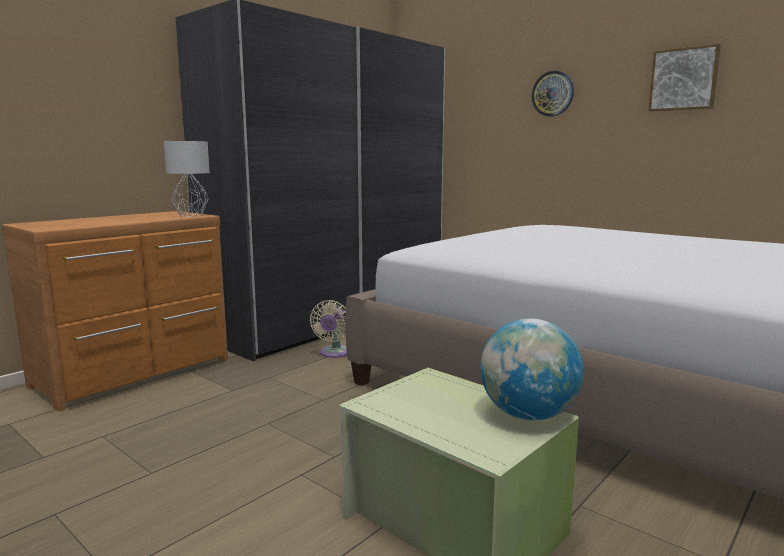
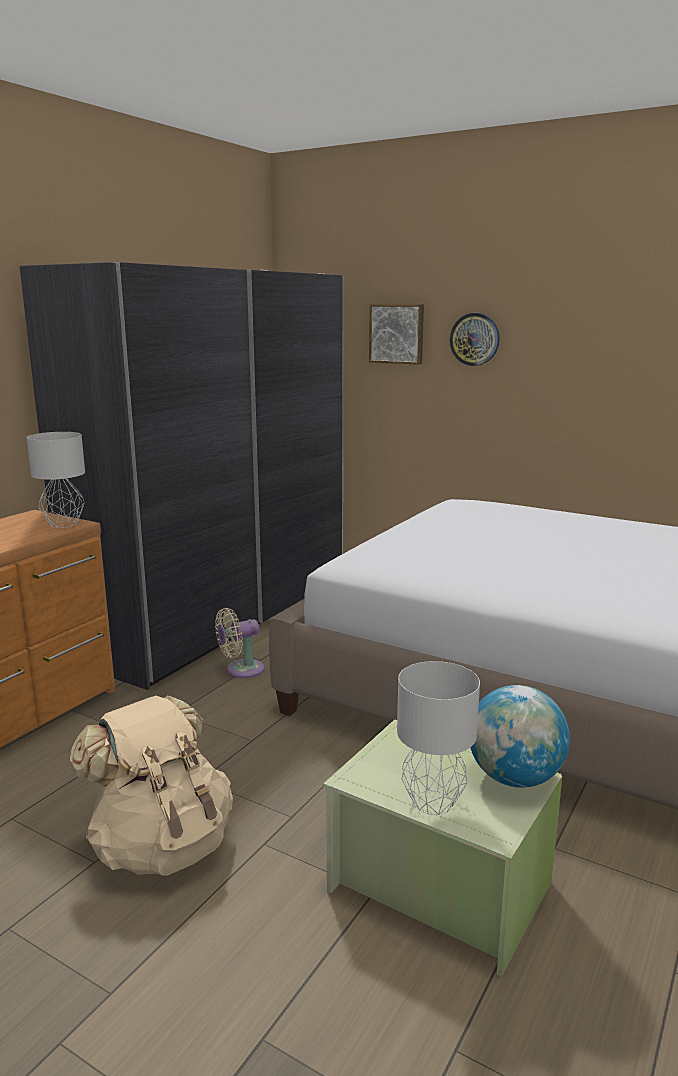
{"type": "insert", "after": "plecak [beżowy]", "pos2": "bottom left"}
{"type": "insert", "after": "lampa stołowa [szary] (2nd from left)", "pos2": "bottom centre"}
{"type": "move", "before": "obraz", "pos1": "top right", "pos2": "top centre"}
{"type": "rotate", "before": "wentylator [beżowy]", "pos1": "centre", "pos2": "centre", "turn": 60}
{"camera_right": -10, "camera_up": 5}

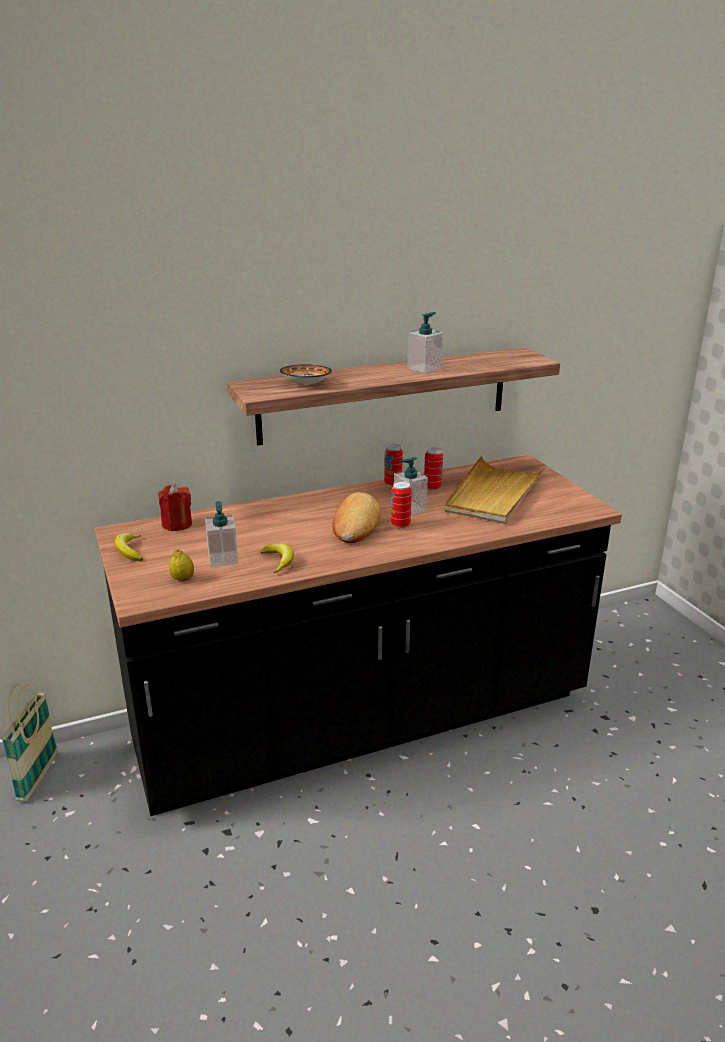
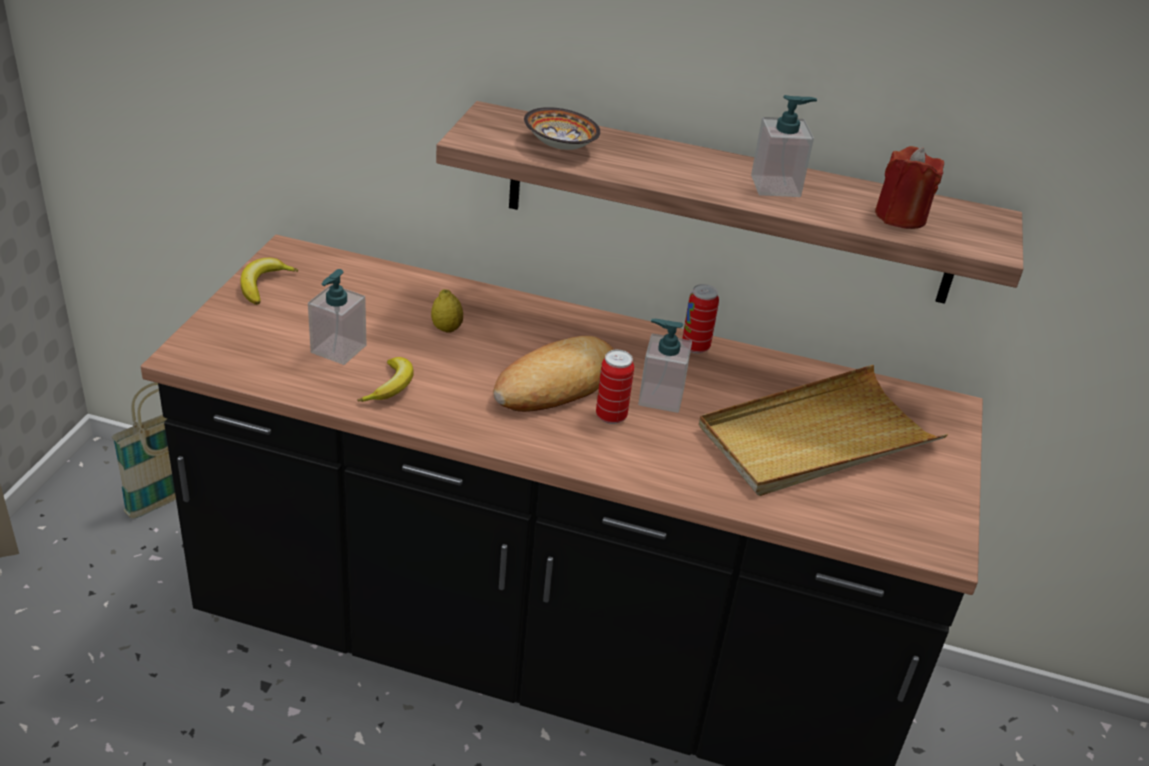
{"type": "delete", "before": "puszka (3rd from left)", "pos1": "centre"}
{"type": "move", "before": "świeca [czerwony]", "pos1": "middle left", "pos2": "top right"}
{"type": "move", "before": "cytryna", "pos1": "middle left", "pos2": "centre"}
{"camera_right": 35, "camera_up": 10}

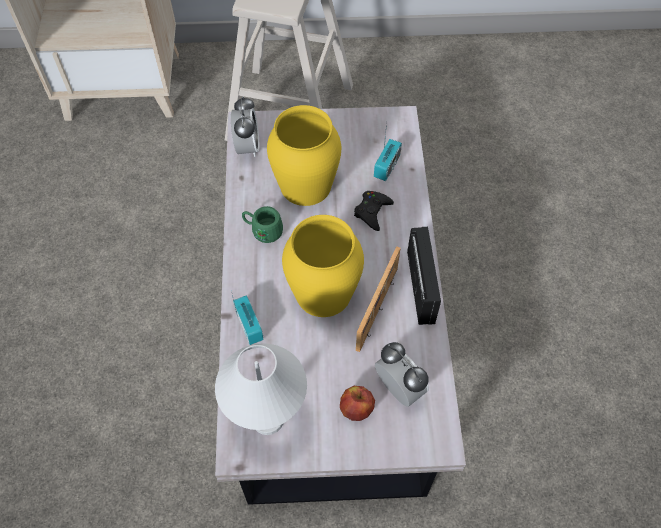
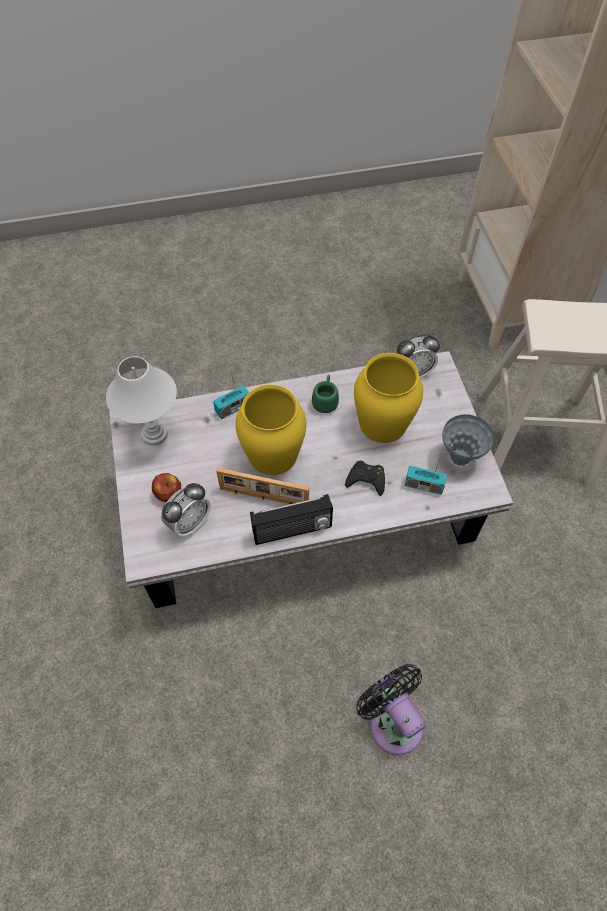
{"type": "insert", "after": "wentylator [czarny]", "pos2": "bottom centre"}
{"type": "insert", "after": "wazon [szary]", "pos2": "middle right"}
{"camera_right": 80, "camera_up": 0}

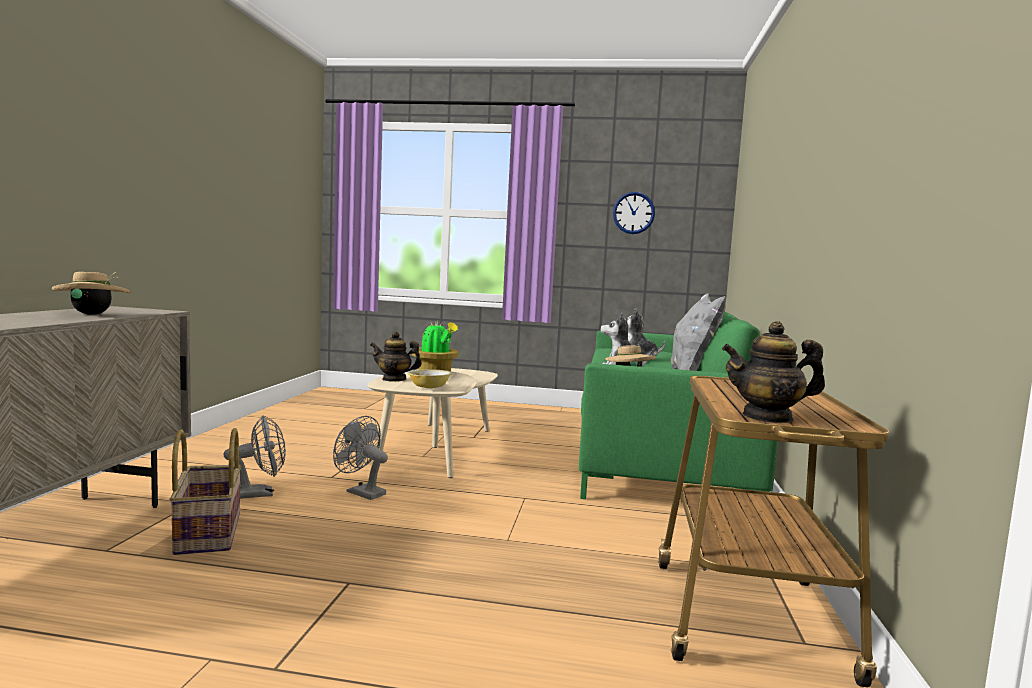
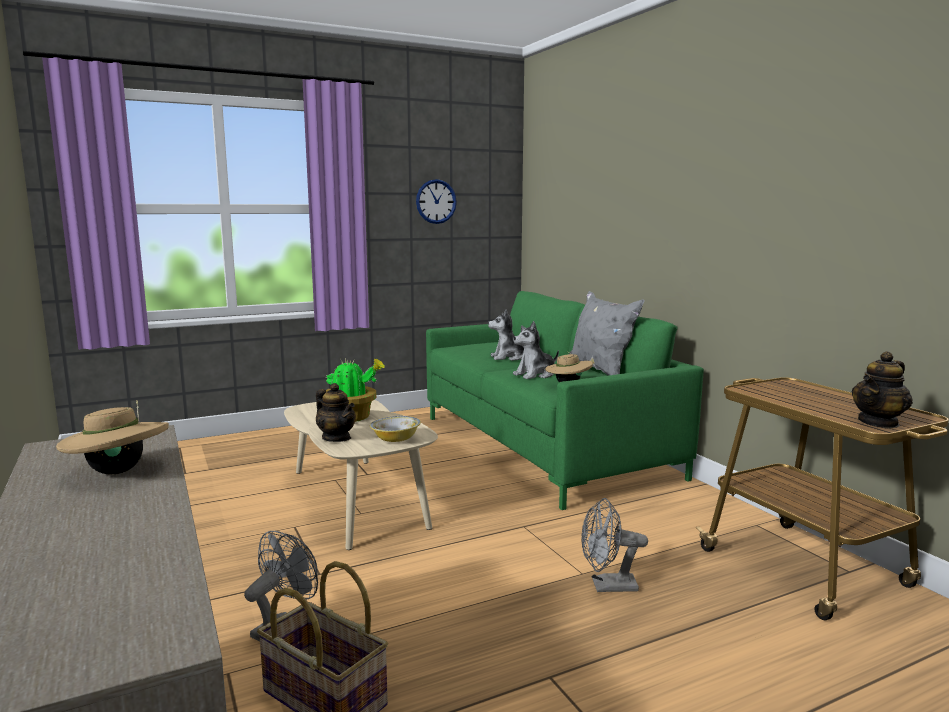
{"type": "move", "before": "wentylator [szary] (2nd from left)", "pos1": "centre", "pos2": "bottom centre"}
{"type": "rotate", "before": "imbryk (1st from left)", "pos1": "centre", "pos2": "centre", "turn": -105}
{"camera_right": -35, "camera_up": 5}

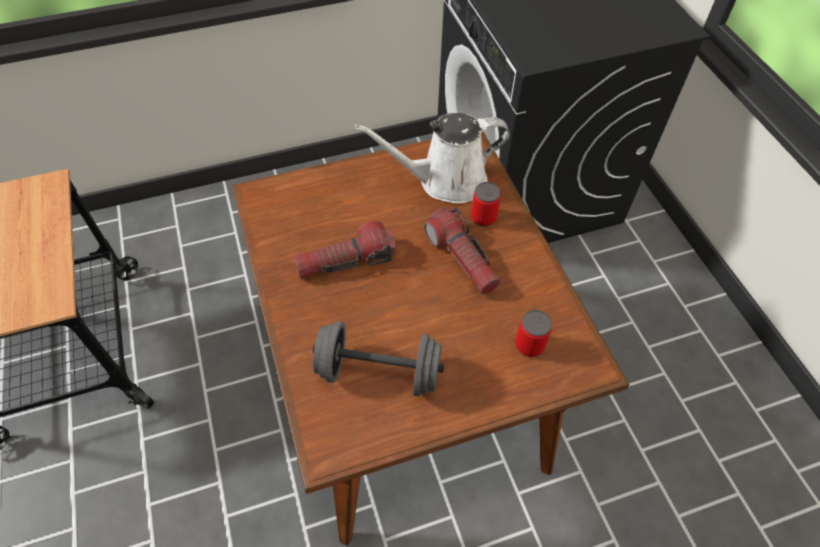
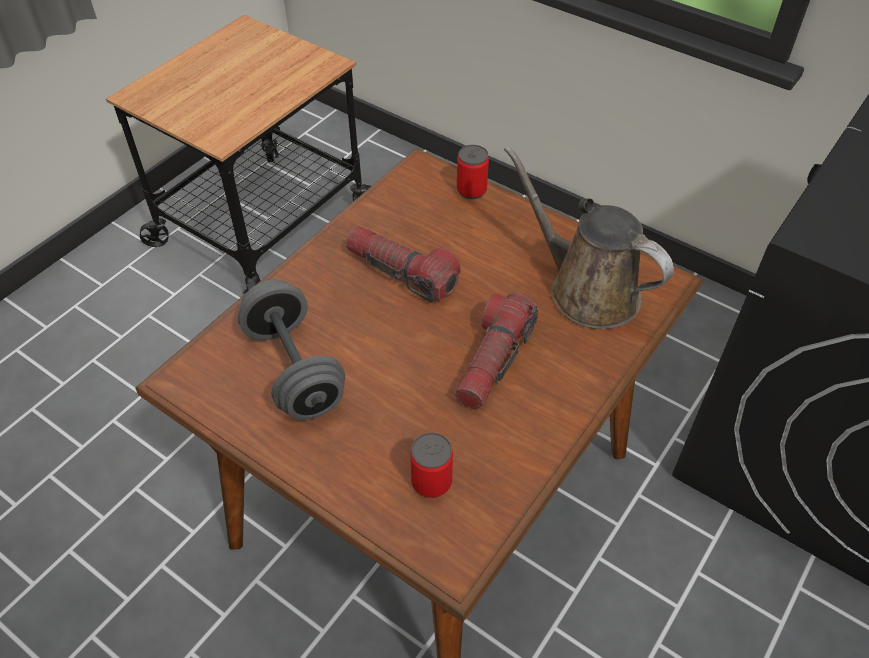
{"type": "move", "before": "puszka (1st from left in the first image)", "after": "puszka (2nd from left)", "pos1": "centre", "pos2": "top centre"}
{"type": "recolor", "before": "konewka [biały]", "after": "konewka [brązowy]", "pos1": "top centre", "pos2": "middle right"}
{"camera_right": 55, "camera_up": -5}

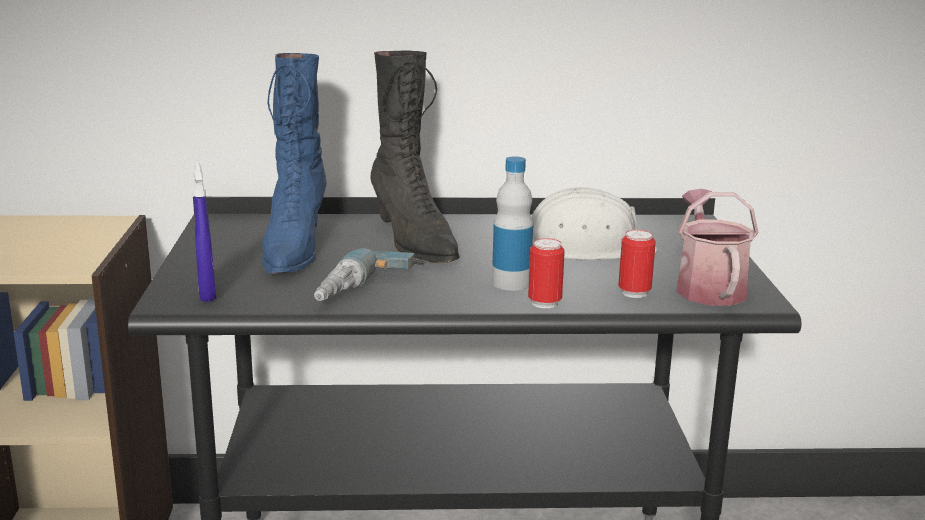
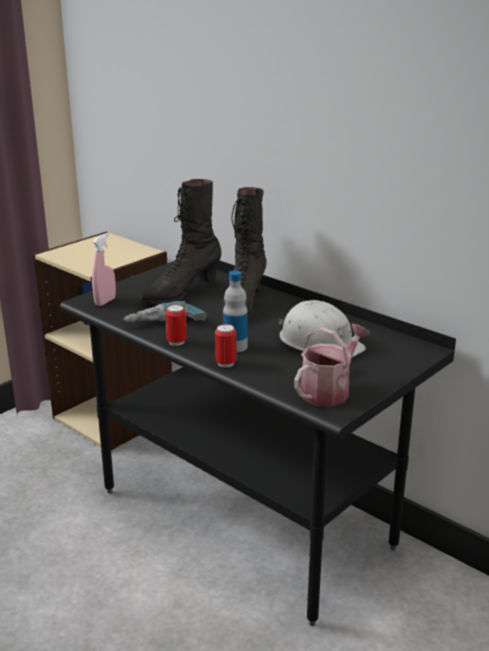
{"type": "move", "before": "puszka (2nd from left in the first image)", "after": "puszka (1st from left)", "pos1": "middle right", "pos2": "centre"}
{"type": "recolor", "before": "spryskiwacz [niebieski]", "after": "spryskiwacz [różowy]", "pos1": "middle left", "pos2": "middle left"}
{"type": "recolor", "before": "but z cholewką [niebieski]", "after": "but z cholewką [czarny] (1st from left)", "pos1": "top left", "pos2": "centre"}
{"camera_right": 45, "camera_up": 5}

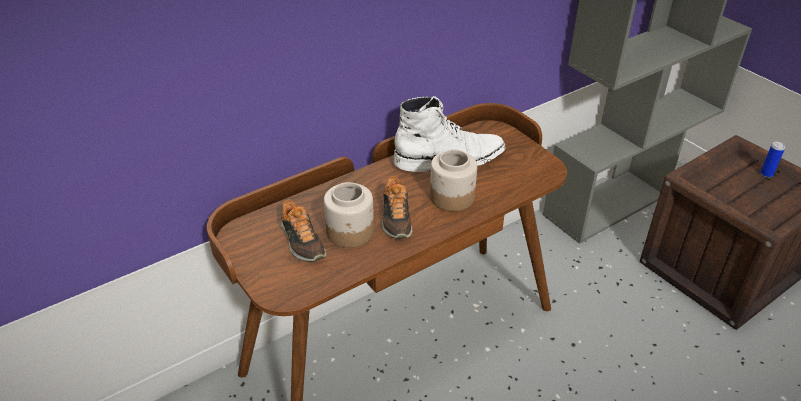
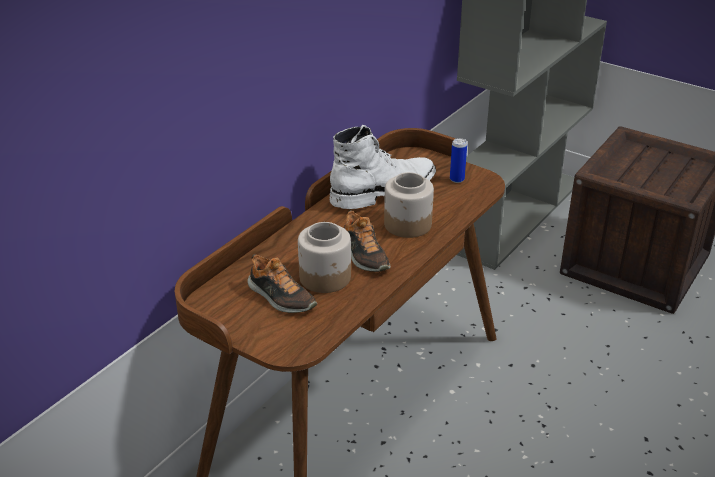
{"type": "move", "before": "puszka", "pos1": "middle right", "pos2": "centre"}
{"camera_right": -20, "camera_up": -5}

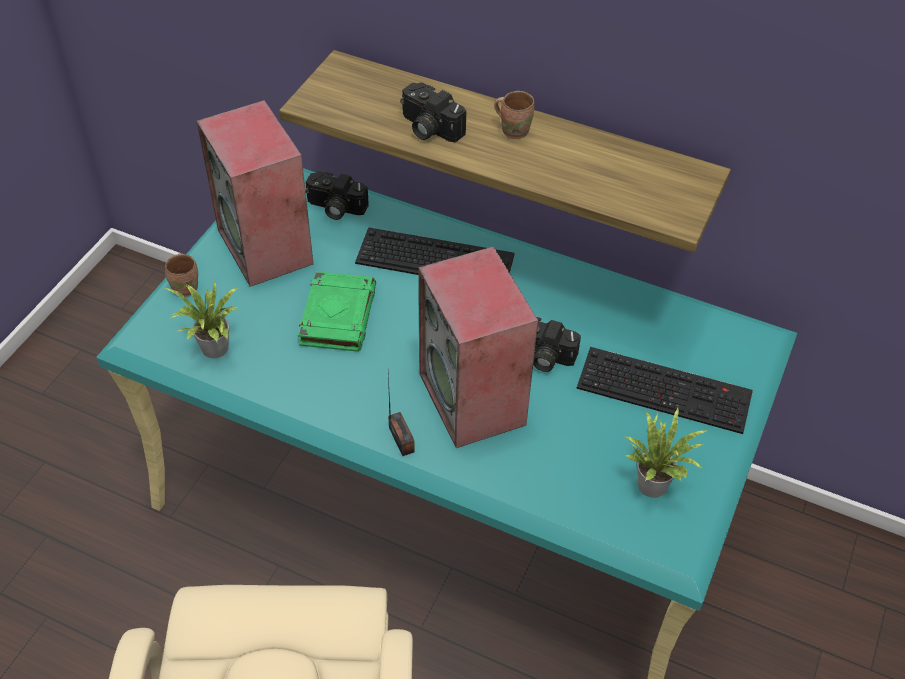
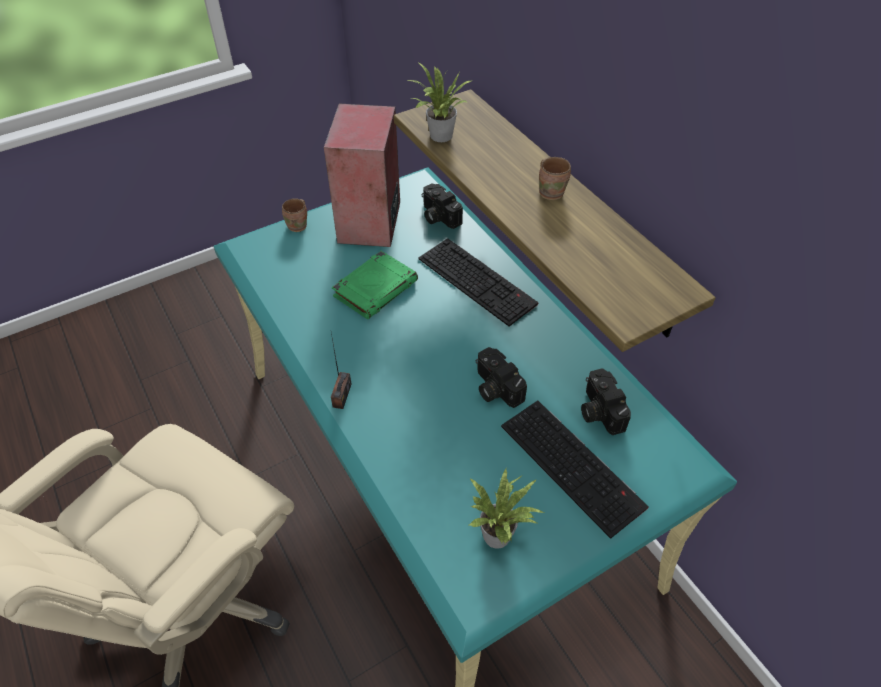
{"type": "delete", "before": "głośnik (2nd from left)", "pos1": "centre"}
{"type": "move", "before": "roślina doniczkowa (1st from left)", "pos1": "middle left", "pos2": "top centre"}
{"type": "move", "before": "aparat fotograficzny (2nd from left in the first image)", "after": "aparat fotograficzny (3rd from left)", "pos1": "top centre", "pos2": "middle right"}
{"camera_right": 35, "camera_up": 0}

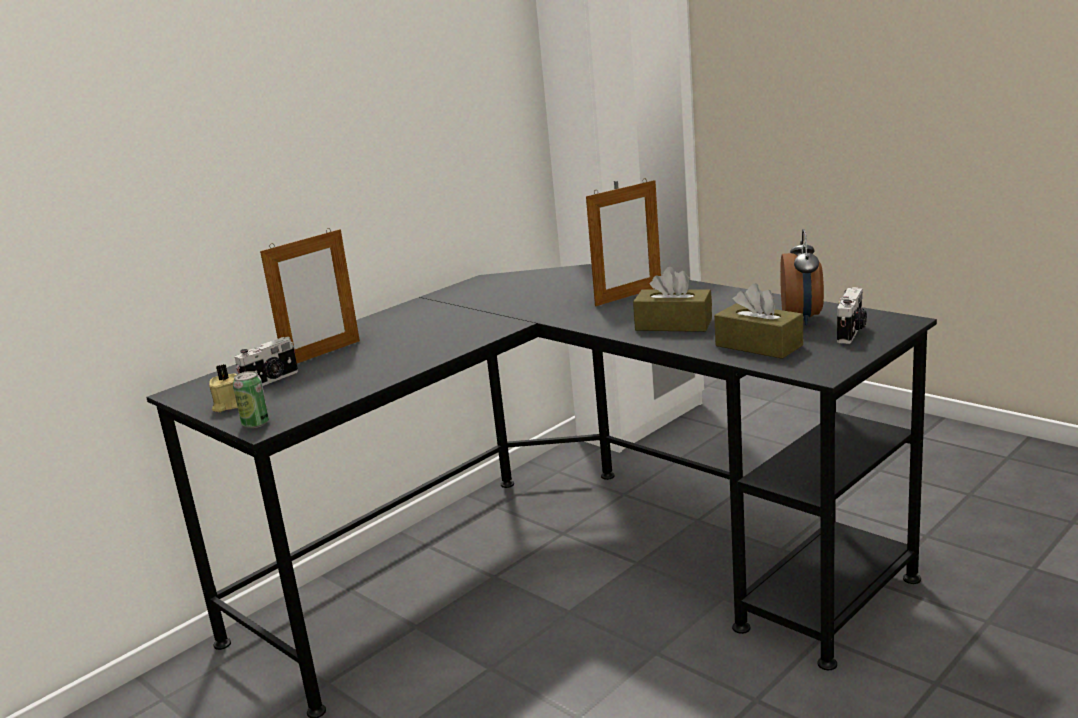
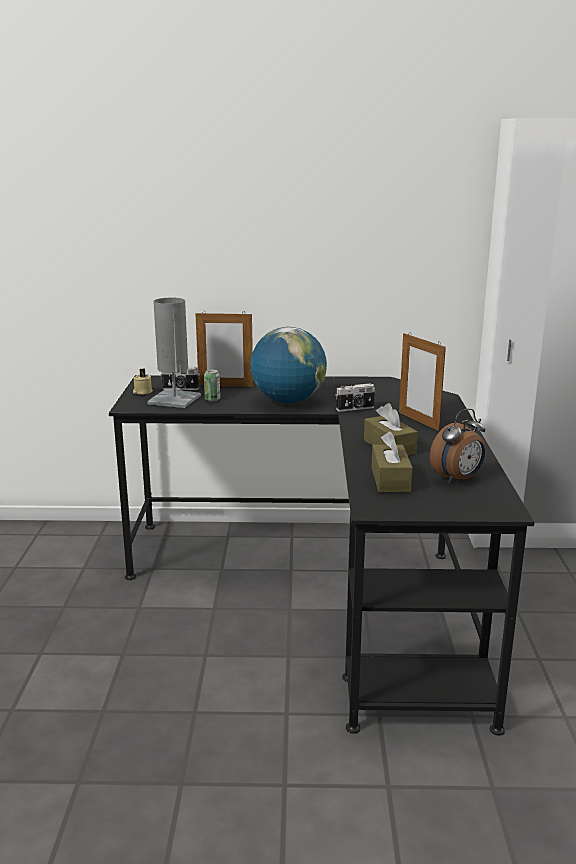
{"type": "insert", "after": "lampa stołowa [szary]", "pos2": "middle left"}
{"type": "insert", "after": "globus", "pos2": "centre"}
{"type": "move", "before": "puszka", "pos1": "middle left", "pos2": "centre"}
{"type": "move", "before": "aparat fotograficzny (2nd from left)", "pos1": "middle right", "pos2": "centre"}
{"type": "rotate", "before": "ramka na zdjęcie (2nd from left)", "pos1": "centre", "pos2": "middle right", "turn": 45}
{"camera_right": 45, "camera_up": 0}

